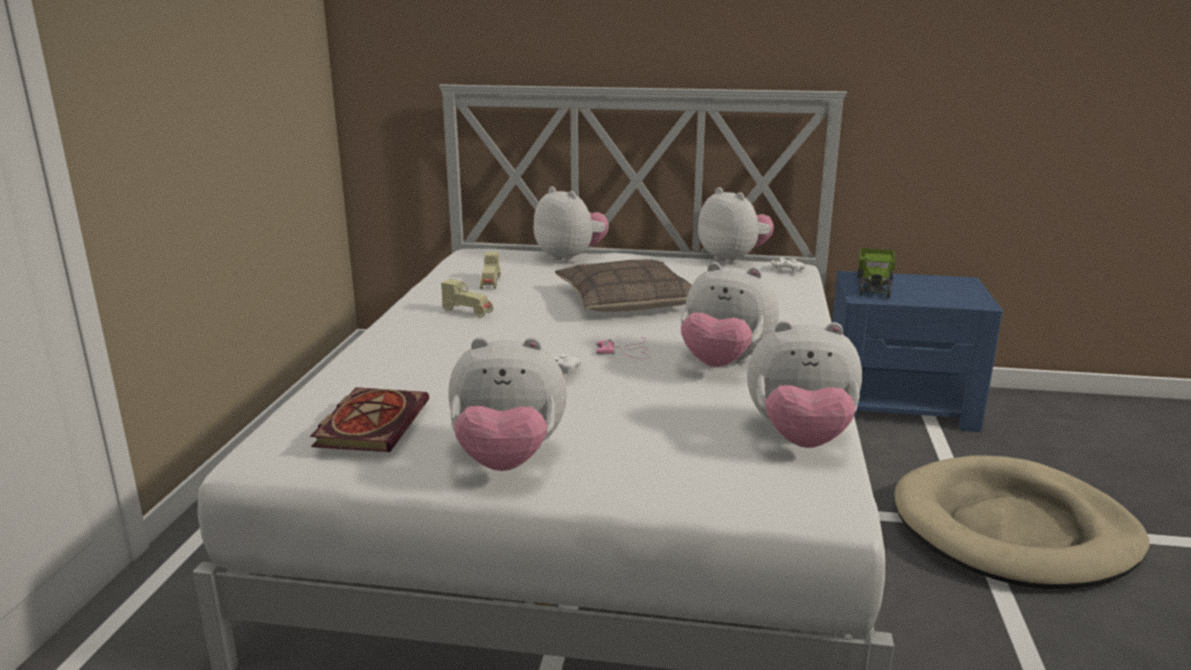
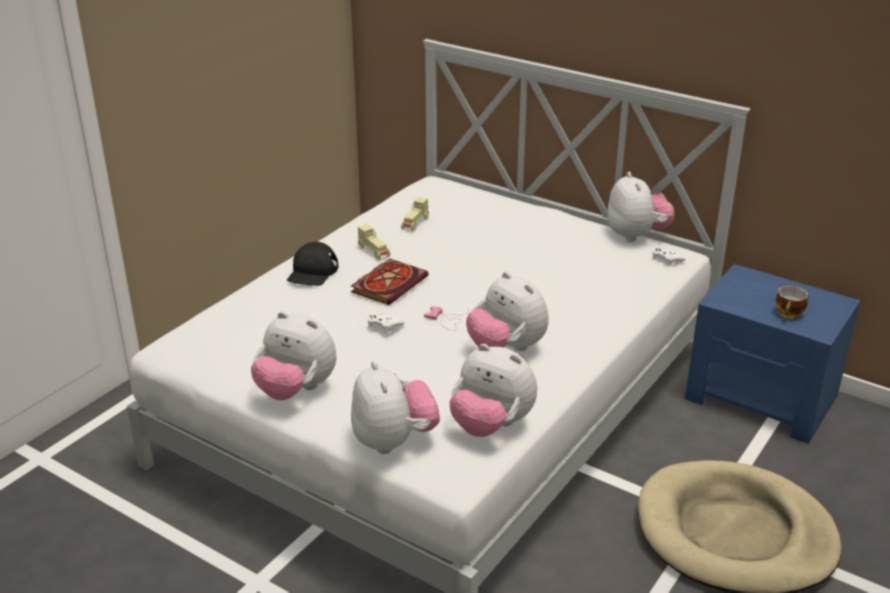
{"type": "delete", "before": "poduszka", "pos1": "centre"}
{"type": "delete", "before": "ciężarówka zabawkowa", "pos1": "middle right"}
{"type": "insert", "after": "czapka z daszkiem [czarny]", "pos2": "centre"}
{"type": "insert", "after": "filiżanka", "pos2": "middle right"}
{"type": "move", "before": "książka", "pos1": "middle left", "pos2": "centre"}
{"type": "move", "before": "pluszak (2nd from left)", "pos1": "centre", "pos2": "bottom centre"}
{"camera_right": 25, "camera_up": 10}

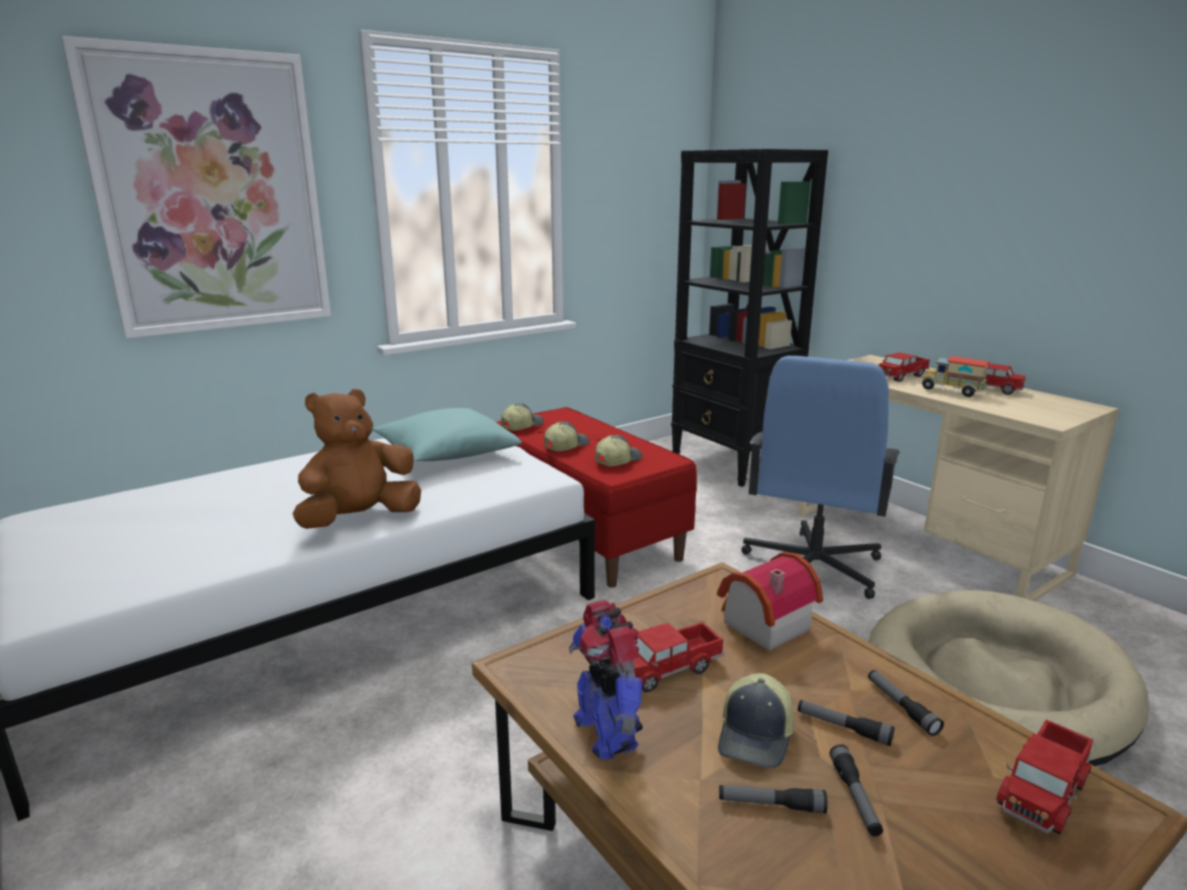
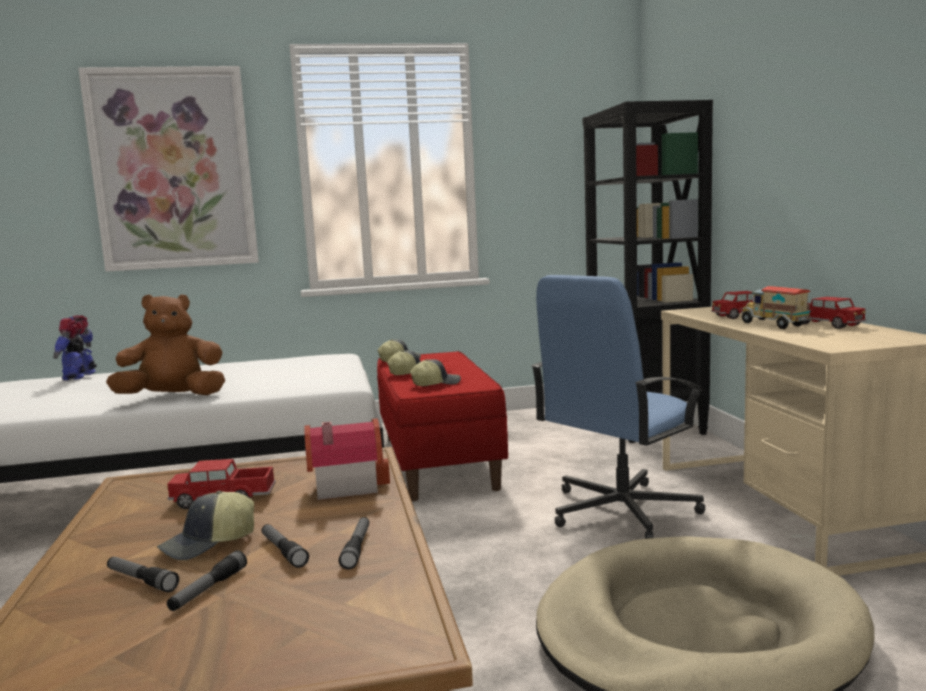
{"type": "delete", "before": "poduszka [turkusowy]", "pos1": "centre"}
{"type": "delete", "before": "ciężarówka zabawkowa (5th from left)", "pos1": "bottom right"}
{"type": "move", "before": "robot zabawkowy", "pos1": "bottom centre", "pos2": "middle left"}
{"camera_right": 25, "camera_up": -10}

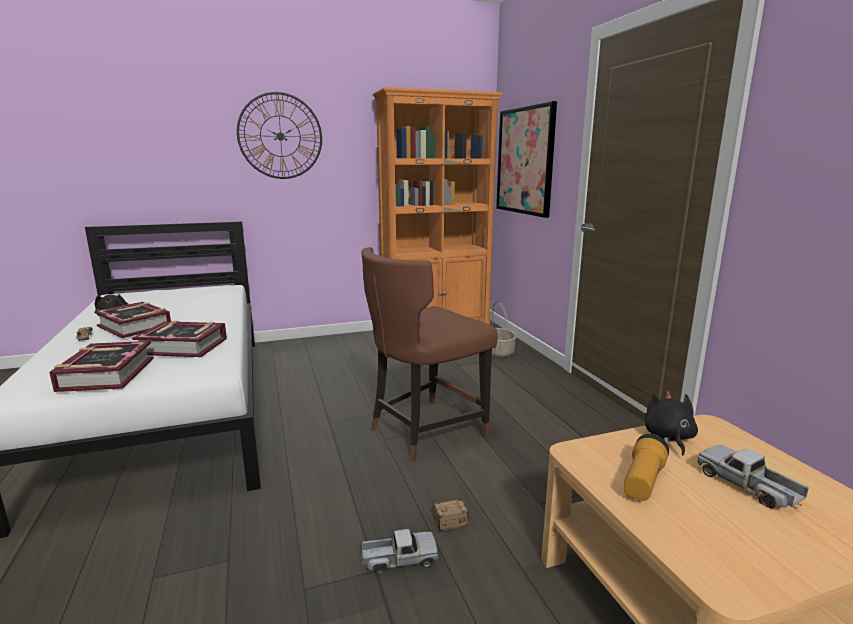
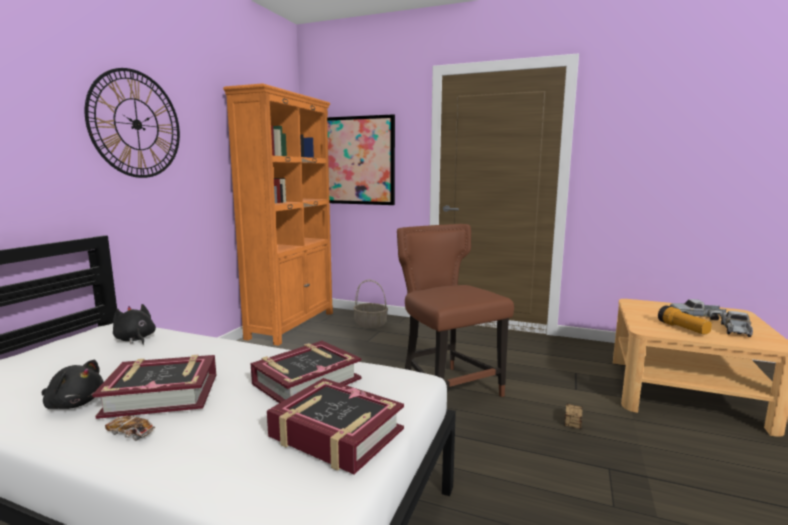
{"type": "move", "before": "ciężarówka zabawkowa (1st from left in the first image)", "after": "ciężarówka zabawkowa (2nd from left)", "pos1": "bottom centre", "pos2": "middle right"}
{"type": "move", "before": "pluszak [czarny] (2nd from left)", "pos1": "bottom right", "pos2": "middle left"}
{"type": "rotate", "before": "krzesło [brązowy]", "pos1": "centre", "pos2": "centre", "turn": 150}
{"camera_right": -50, "camera_up": -5}

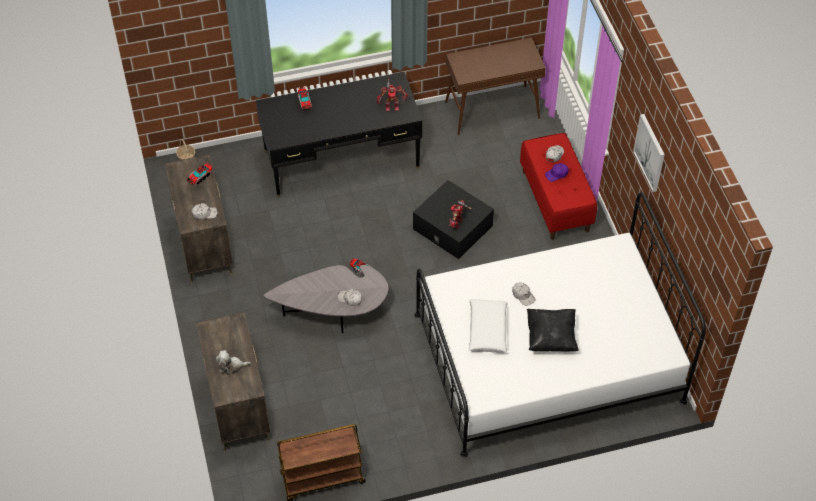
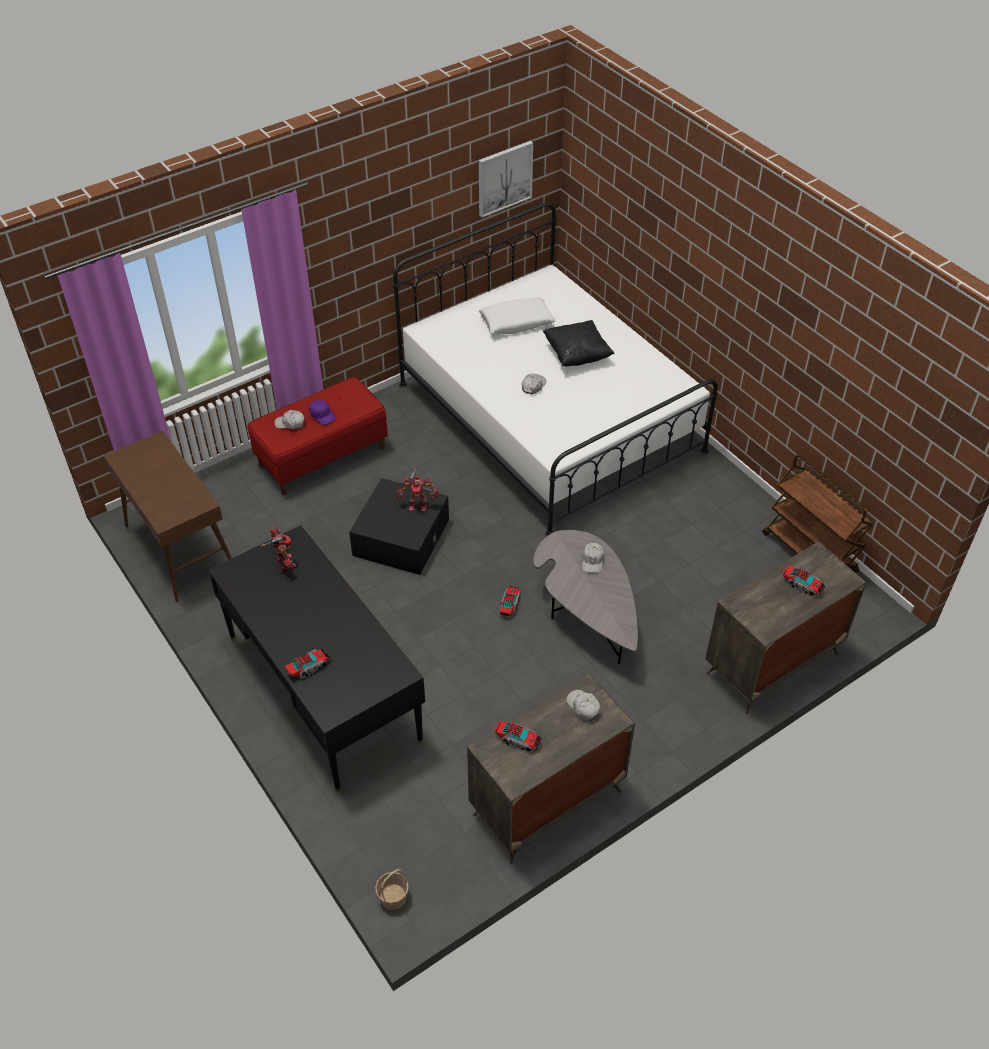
{"type": "move", "before": "poduszka [biały]", "pos1": "centre", "pos2": "top centre"}
{"type": "move", "before": "obraz", "pos1": "top right", "pos2": "top centre"}
{"type": "replace", "before": "pluszak", "after": "ciężarówka zabawkowa (4th from left)", "pos1": "bottom left", "pos2": "middle right"}
{"camera_right": -110, "camera_up": -5}

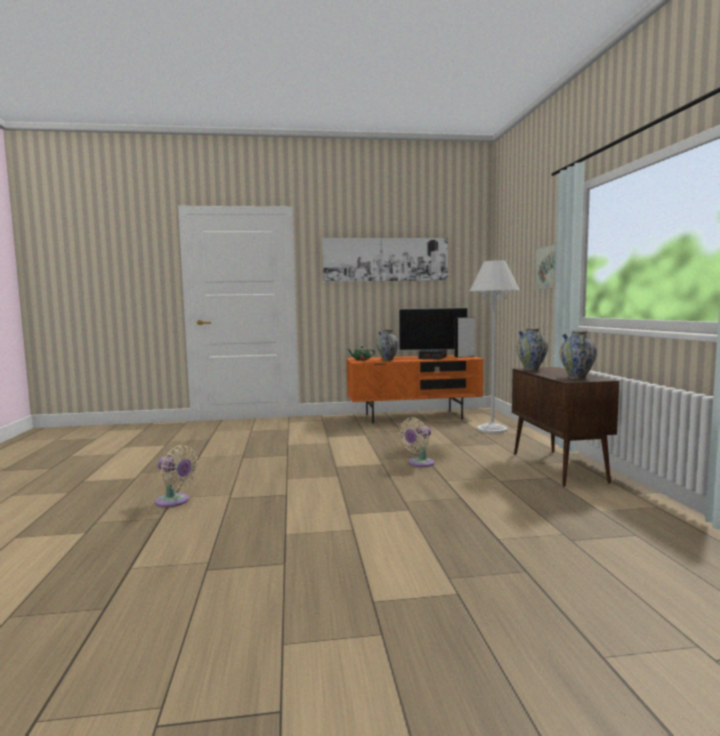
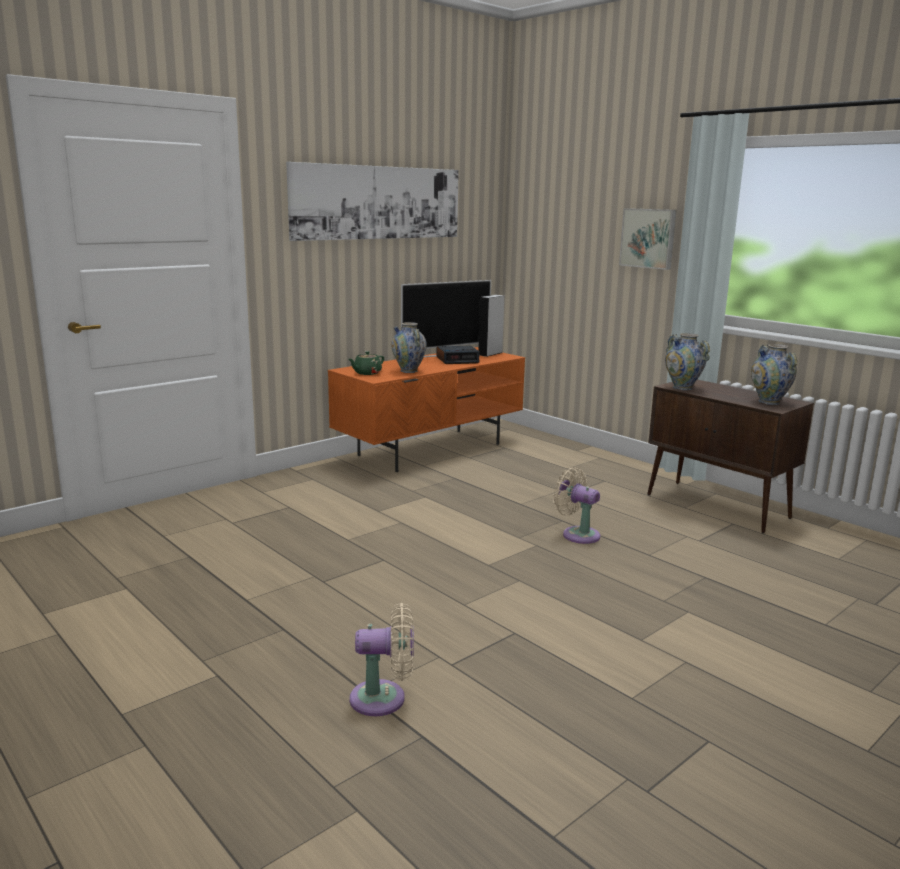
{"type": "delete", "before": "lampa stojąca [biały]", "pos1": "middle right"}
{"type": "rotate", "before": "wentylator [beżowy] (2nd from left)", "pos1": "centre", "pos2": "centre", "turn": 120}
{"camera_right": -35, "camera_up": 10}

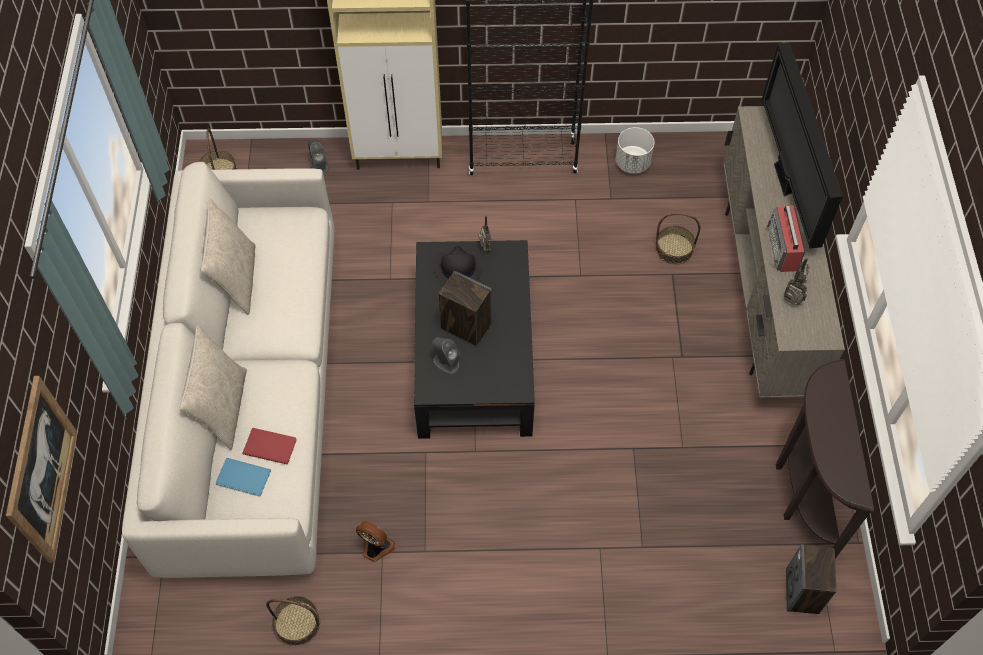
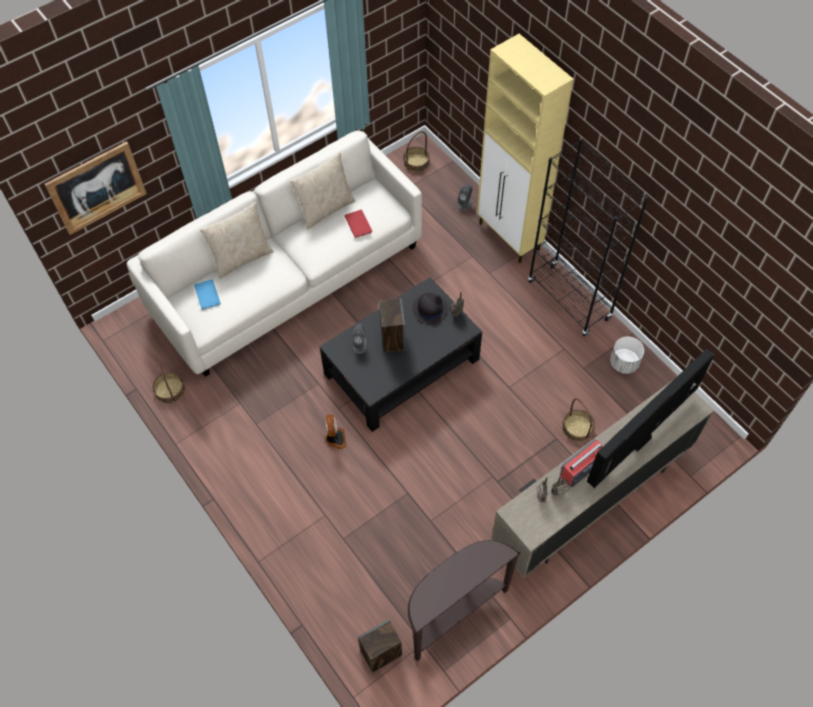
{"type": "move", "before": "książka [czerwony]", "pos1": "bottom left", "pos2": "top centre"}
{"type": "move", "before": "wentylator", "pos1": "bottom centre", "pos2": "centre"}
{"camera_right": 55, "camera_up": 0}

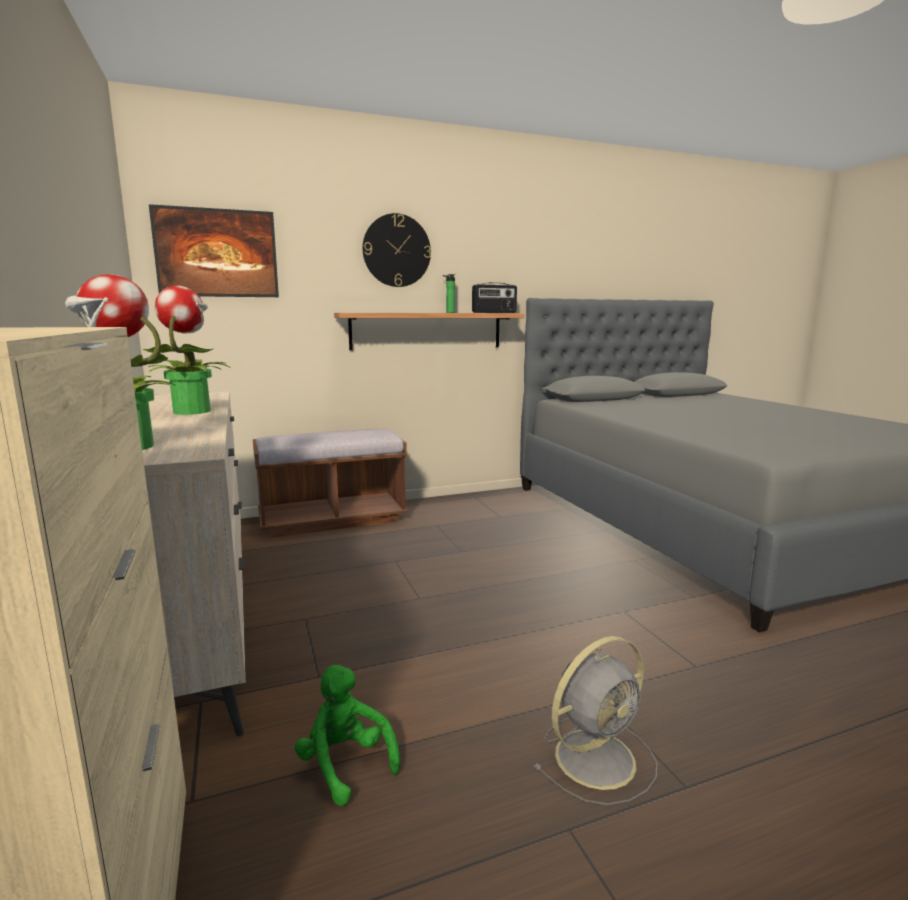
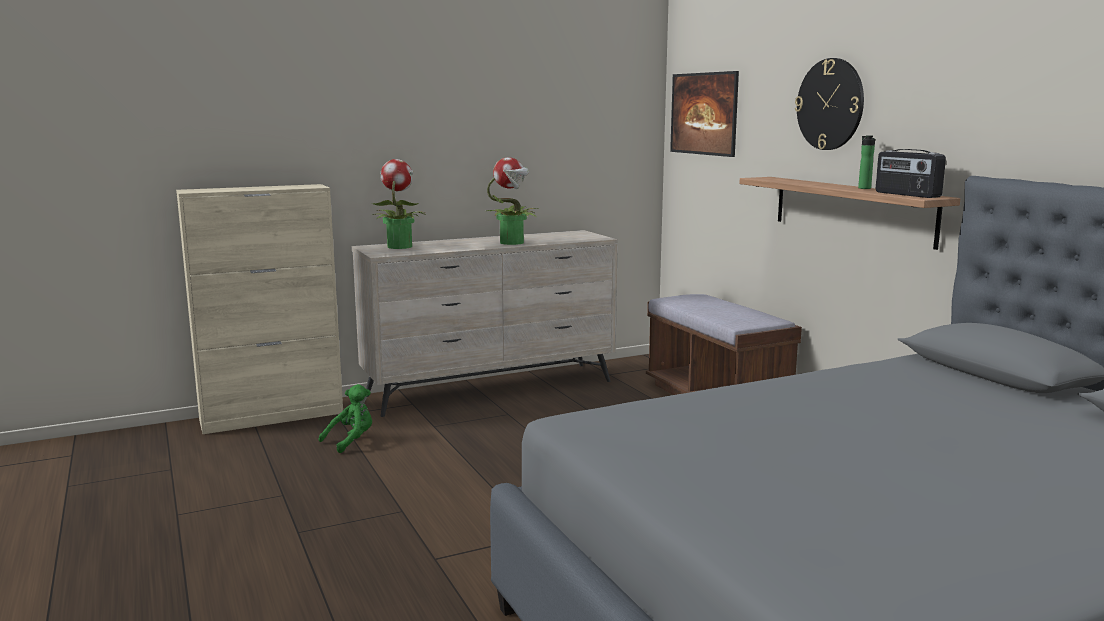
{"type": "delete", "before": "wentylator [szary]", "pos1": "bottom centre"}
{"camera_right": 85, "camera_up": 0}

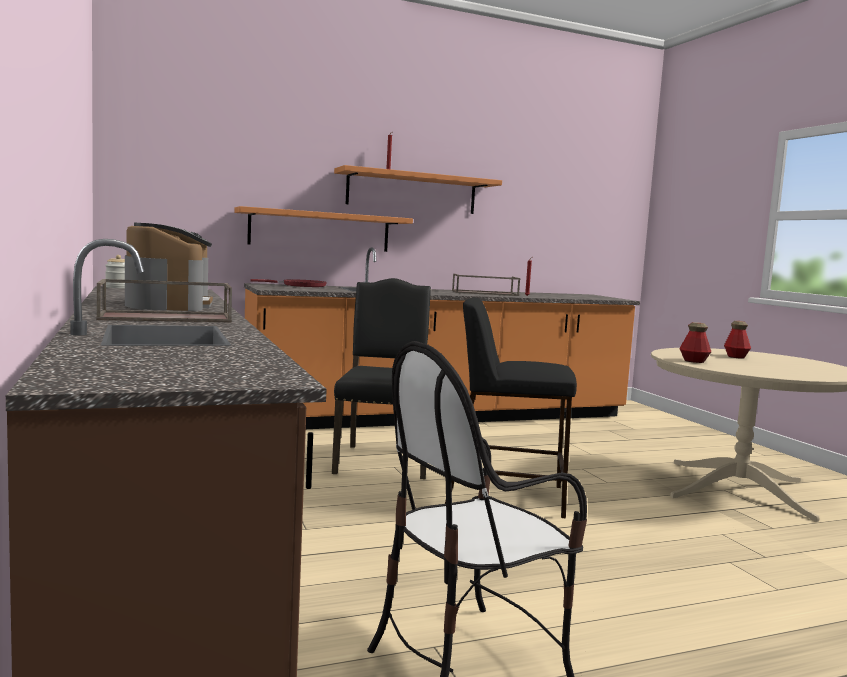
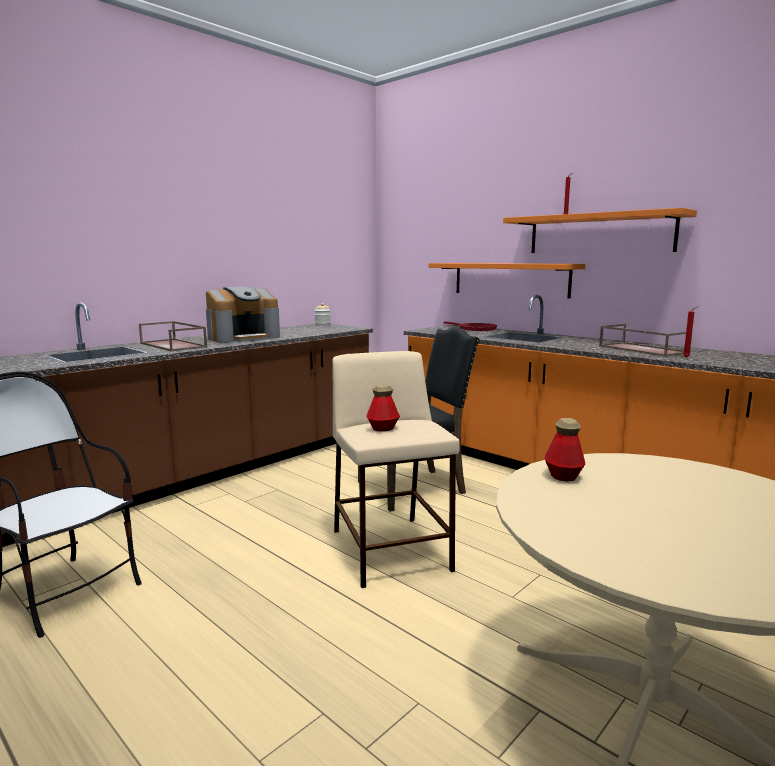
{"type": "move", "before": "butelka (2nd from left in the first image)", "after": "butelka (1st from left)", "pos1": "middle right", "pos2": "centre"}
{"type": "recolor", "before": "stołek [czarny]", "after": "stołek [beżowy]", "pos1": "centre", "pos2": "centre"}
{"camera_right": 65, "camera_up": 5}

